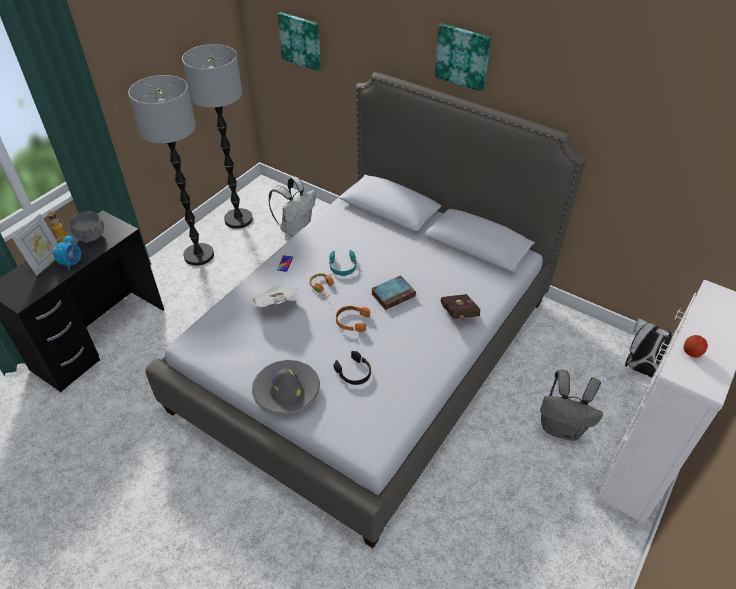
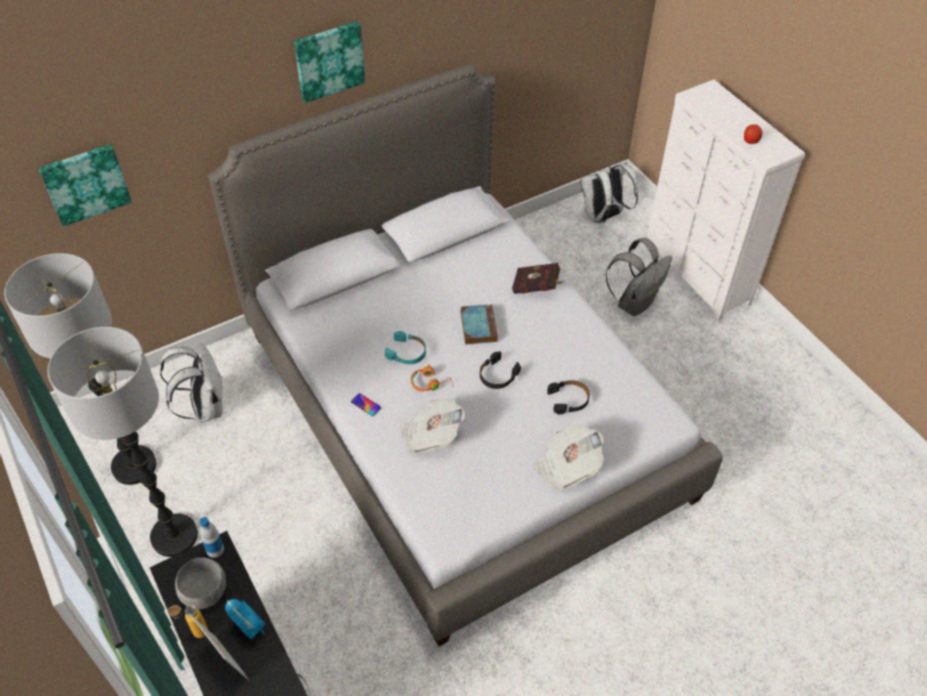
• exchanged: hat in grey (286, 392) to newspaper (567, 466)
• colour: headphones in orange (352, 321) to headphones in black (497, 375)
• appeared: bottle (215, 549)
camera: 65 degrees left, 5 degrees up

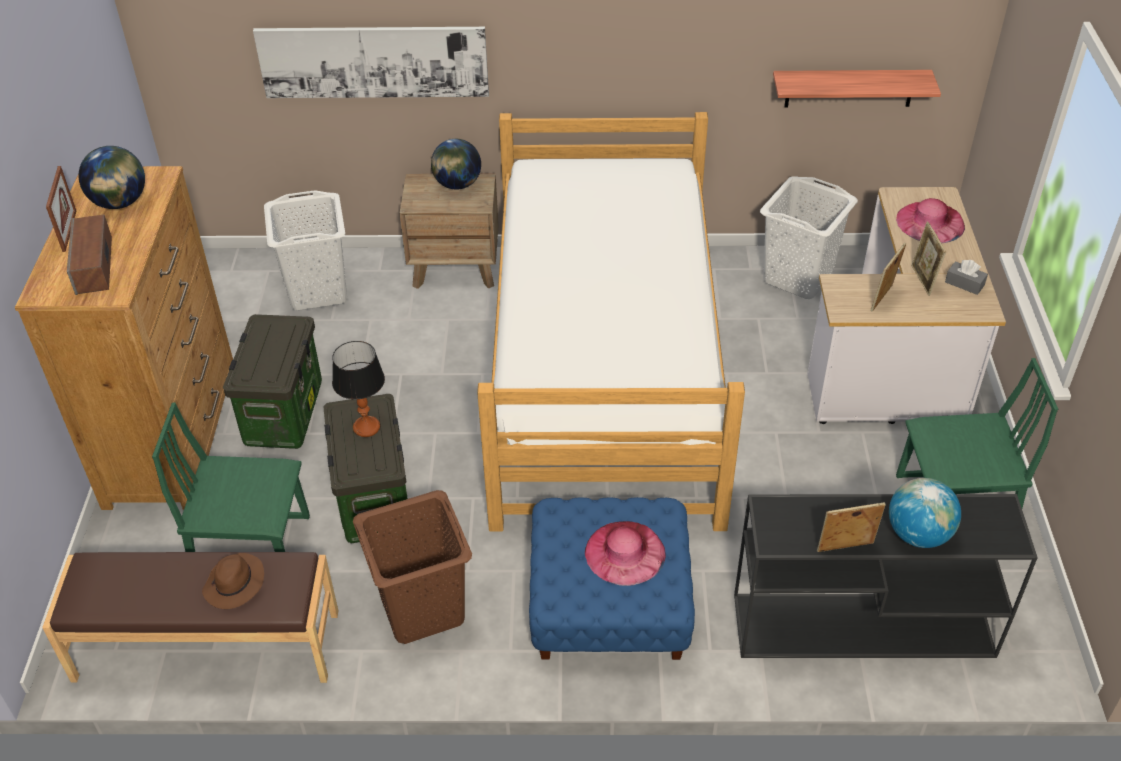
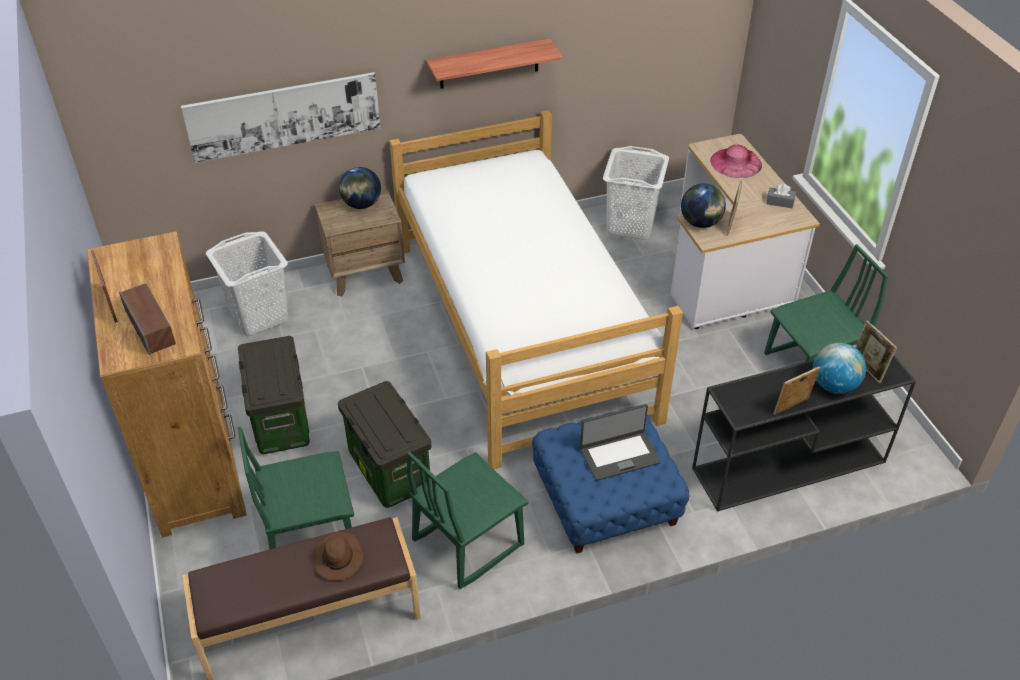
• relocated: globe (120, 203) to (700, 223)
• missing: table lamp (367, 427)
• exchanged: laundry basket in brown (421, 608) to chair in green (467, 542)
• exchanged: hat in pink (625, 552) to laptop (619, 455)
• relocated: shelf (849, 88) to (489, 64)
• relocated: picture frame (922, 280) to (867, 369)
camera: 20 degrees left, 0 degrees up

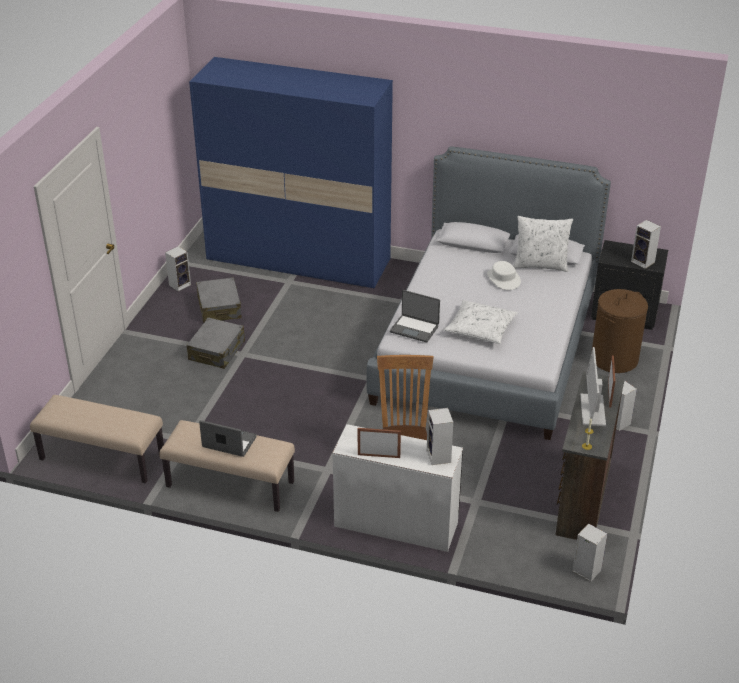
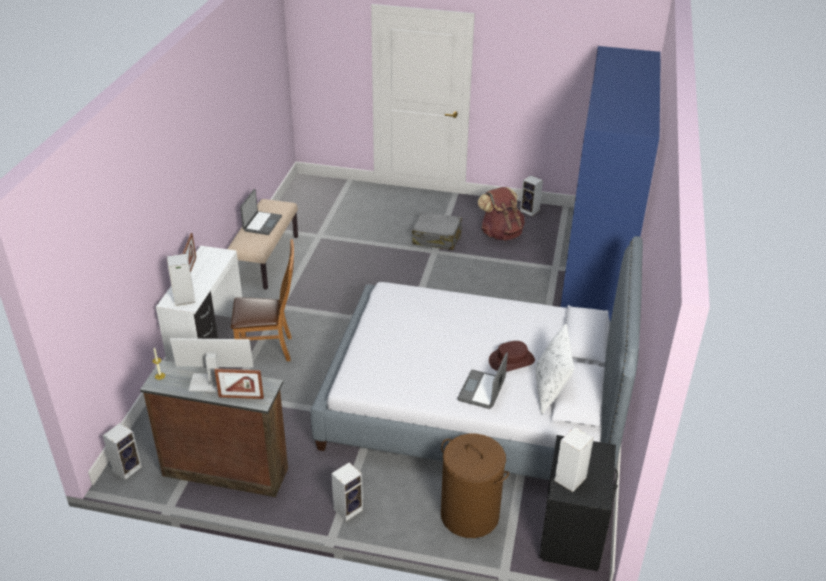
• missing: bench in beige (101, 458)
• exchanged: suitcase in grey (219, 307) to backpack in brown (501, 233)
• relocated: laptop (414, 328) to (482, 390)
• missing: pillow in white (480, 329)
• colour: hat in white (503, 279) to hat in brown (511, 360)
camera: 85 degrees right, 0 degrees up

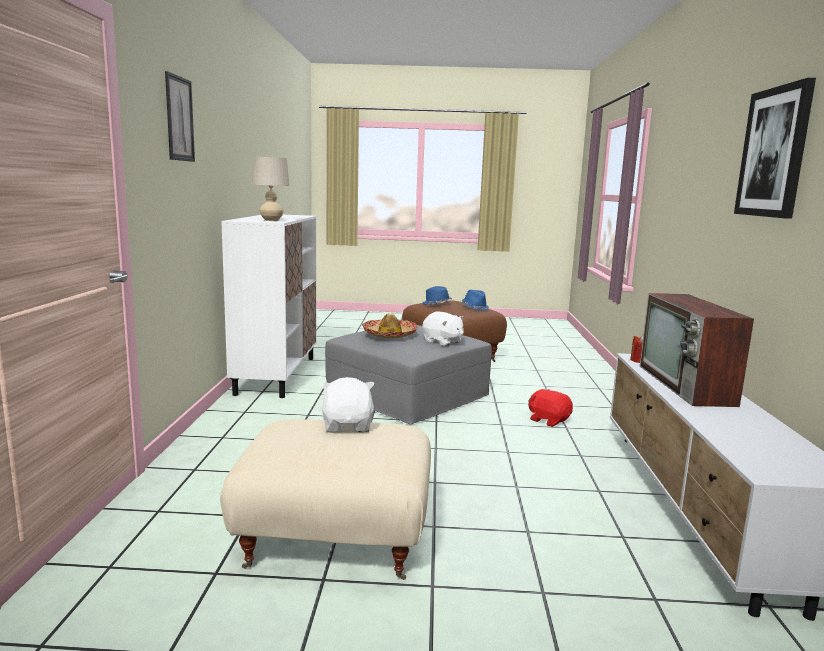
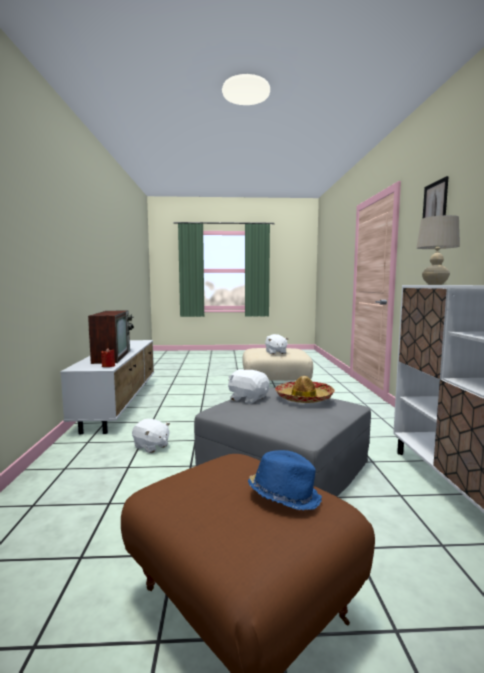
• missing: hat in blue (475, 307)
• colour: plush toy in red (548, 420) to plush toy in white (151, 446)
• missing: picture (774, 152)
camera: 175 degrees right, 5 degrees down

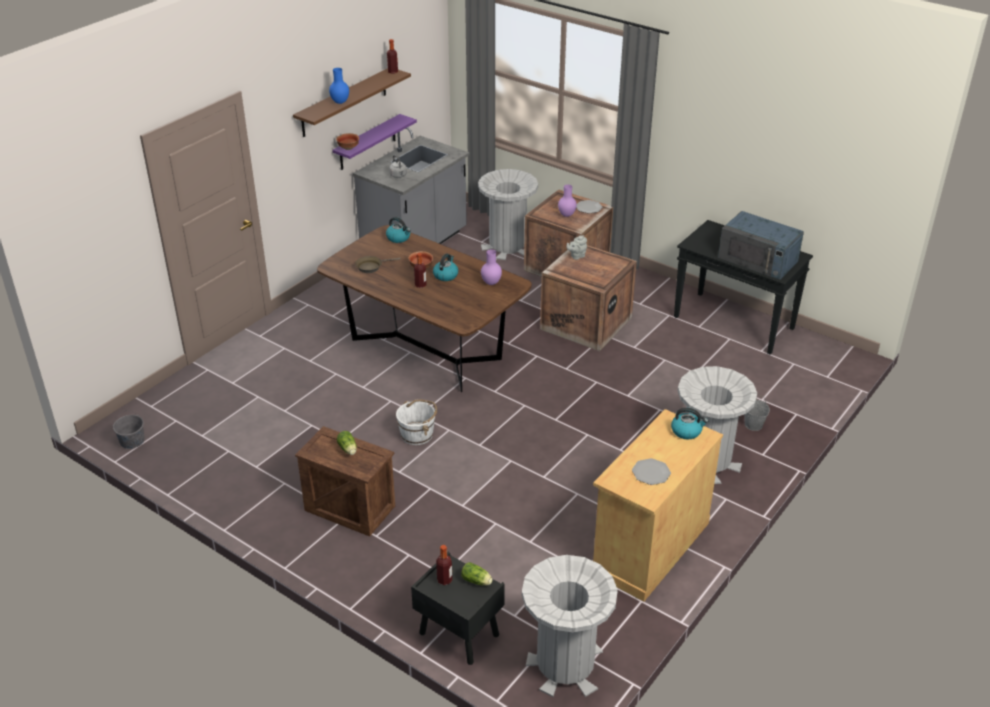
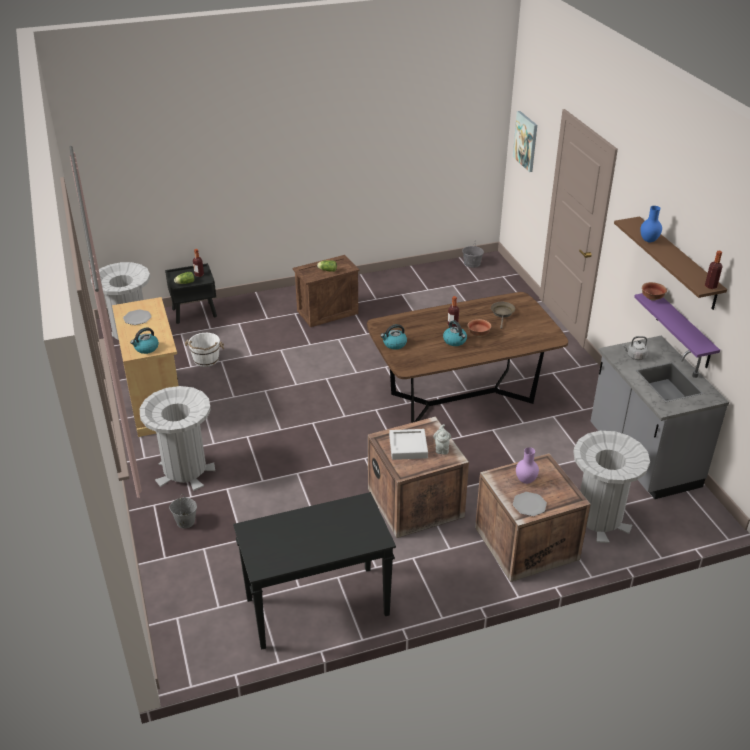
• relocated: kettle (398, 238) to (394, 344)
• relocated: bucket in white (417, 434) to (206, 359)
• missing: vase in purple (491, 283)
• missing: microwave in blue (758, 259)
• appeared: tray in grey (408, 447)
• appeared: picture (526, 141)
camera: 125 degrees right, 0 degrees up

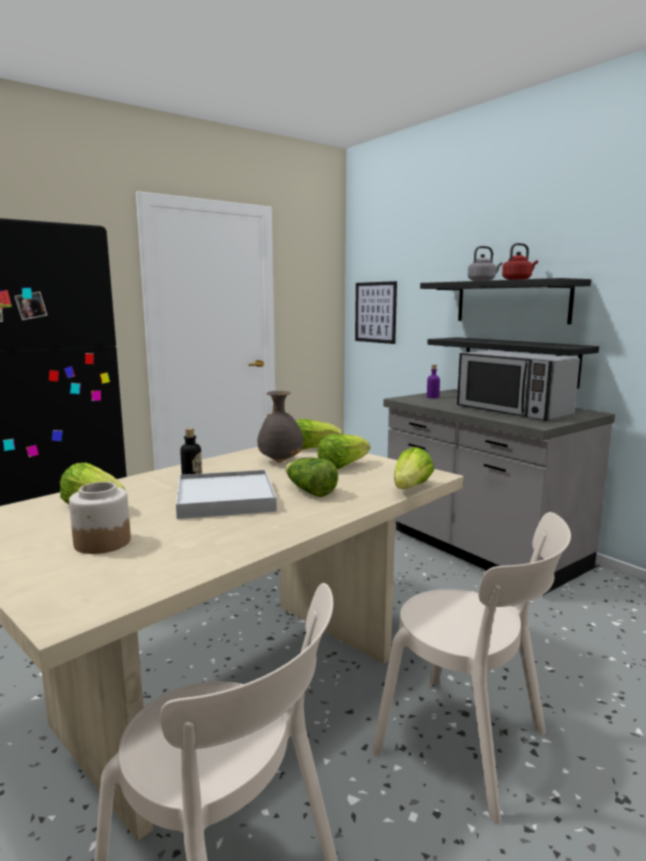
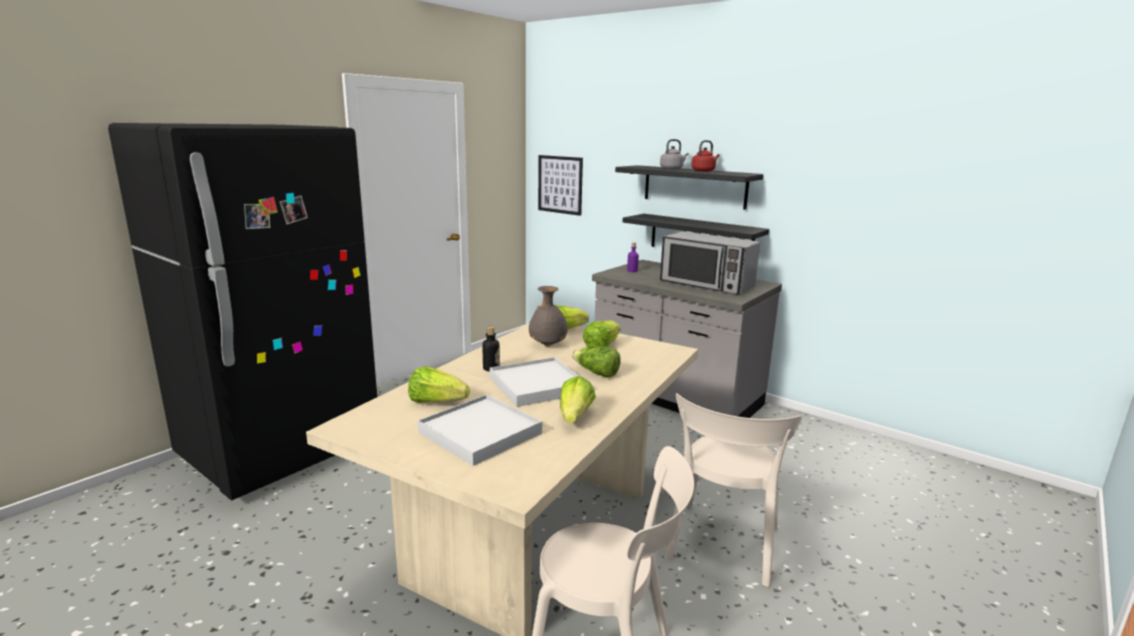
• exchanged: jar (102, 542) to tray in white (480, 433)
• spun: chair in beige (469, 746) = (722, 547) 90 degrees clockwise
• relocated: lettuce (410, 488) to (575, 416)
camera: 15 degrees left, 5 degrees up

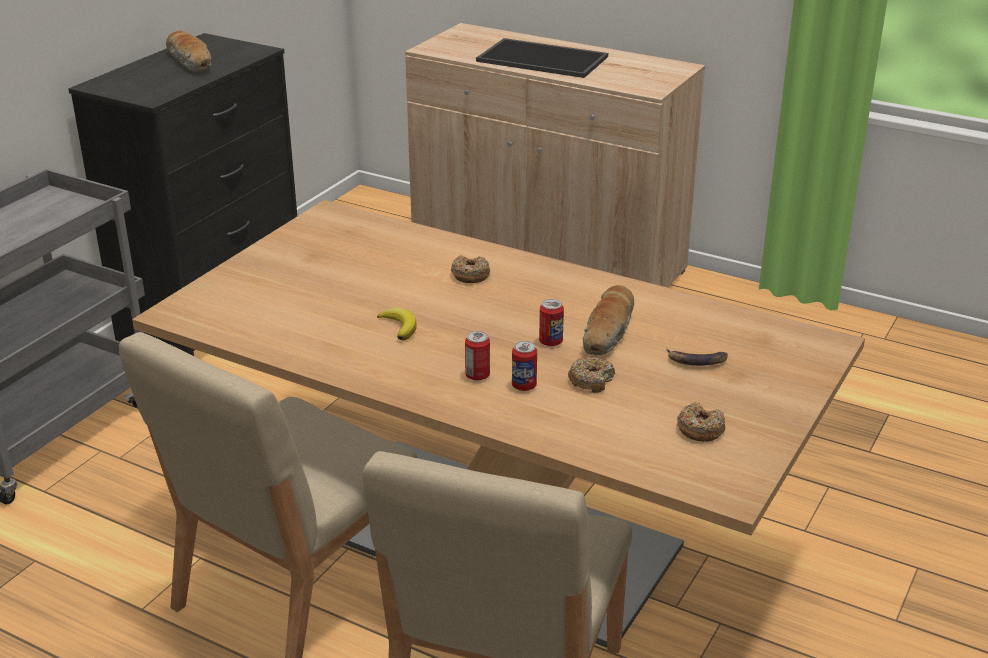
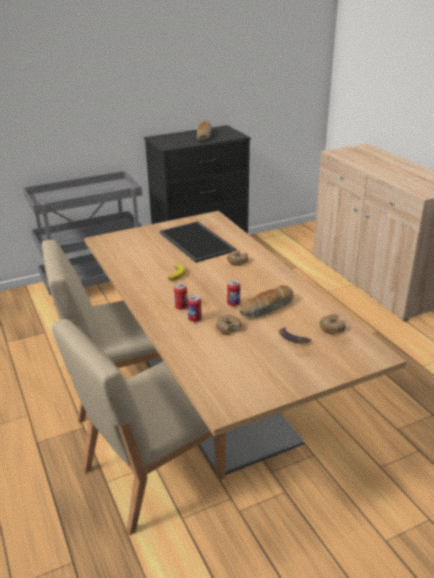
• relocated: tray (544, 58) to (198, 241)
• relocated: donut (700, 429) to (332, 328)
camera: 35 degrees right, 0 degrees up

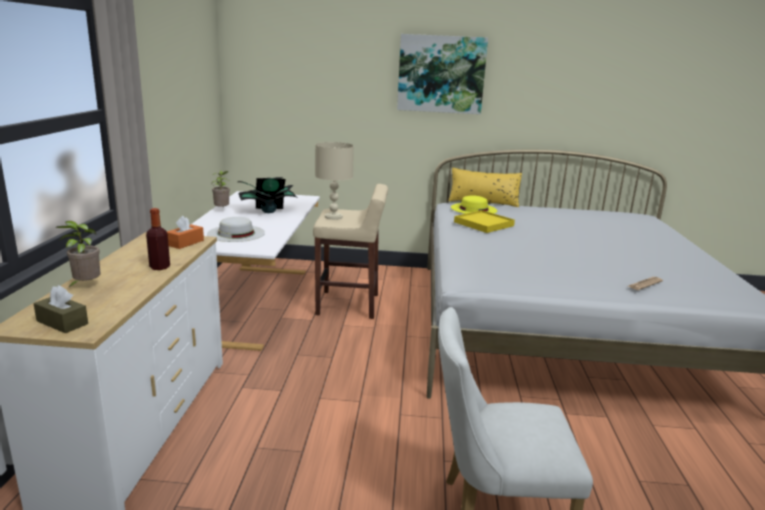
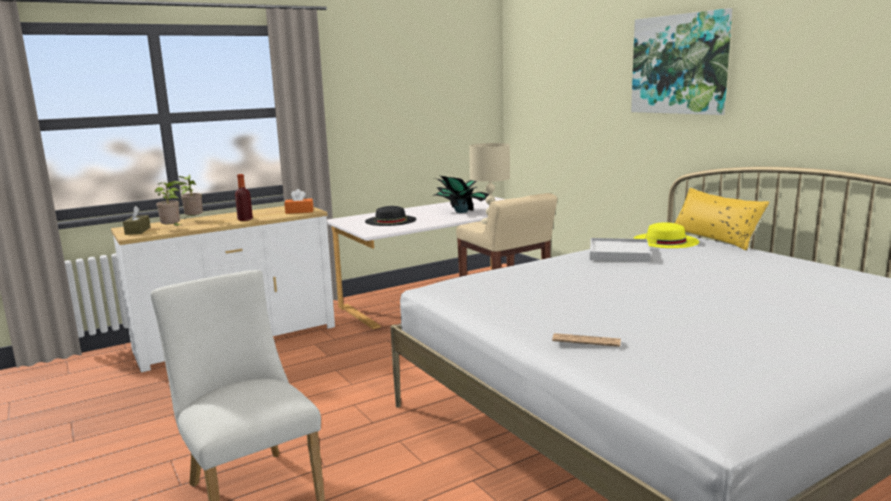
• colour: hat in white (236, 233) to hat in black (390, 220)
• relocated: potted plant (222, 210) to (173, 229)
• colour: tray in yellow (484, 224) to tray in white (619, 253)
camera: 55 degrees right, 5 degrees down

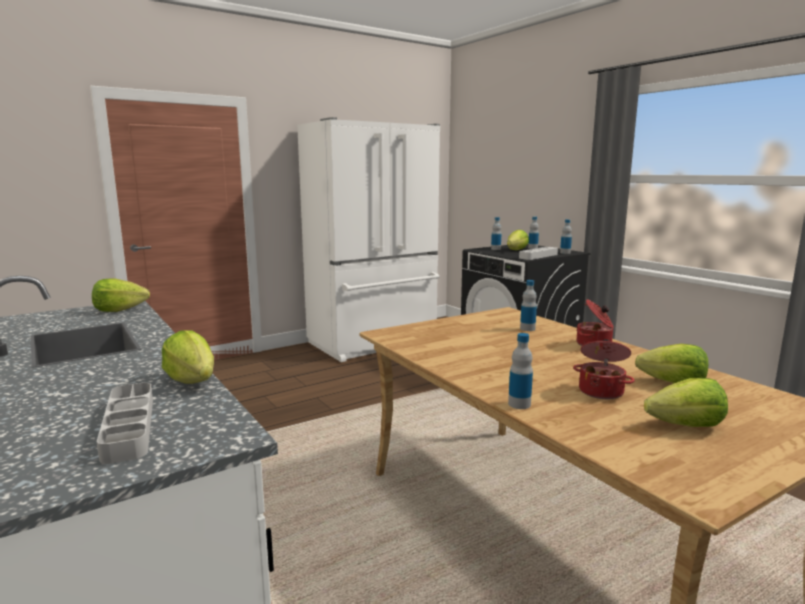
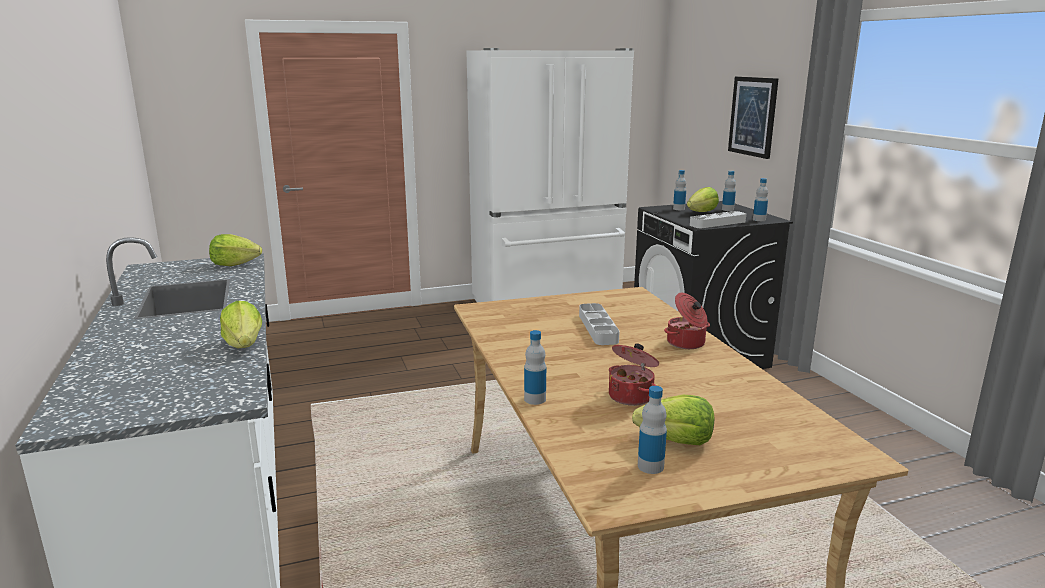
• relocated: tray in grey (129, 427) to (598, 328)
• relocated: bottle (527, 329) to (650, 466)
• missing: lettuce (673, 383)
• appeared: picture (753, 116)
camera: 15 degrees right, 5 degrees up

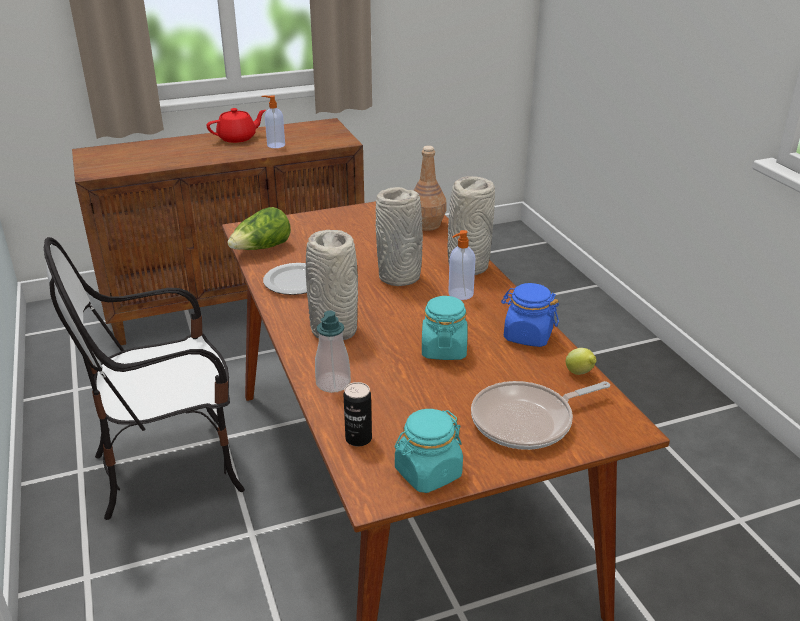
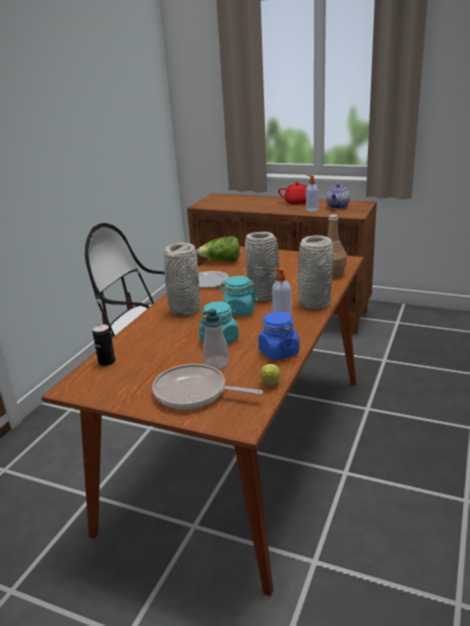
• relocated: soap dispenser (333, 383) to (216, 363)
• relocated: jar in turquoise (428, 473) to (239, 311)
• appeared: teapot (338, 207)
camera: 45 degrees right, 5 degrees down

